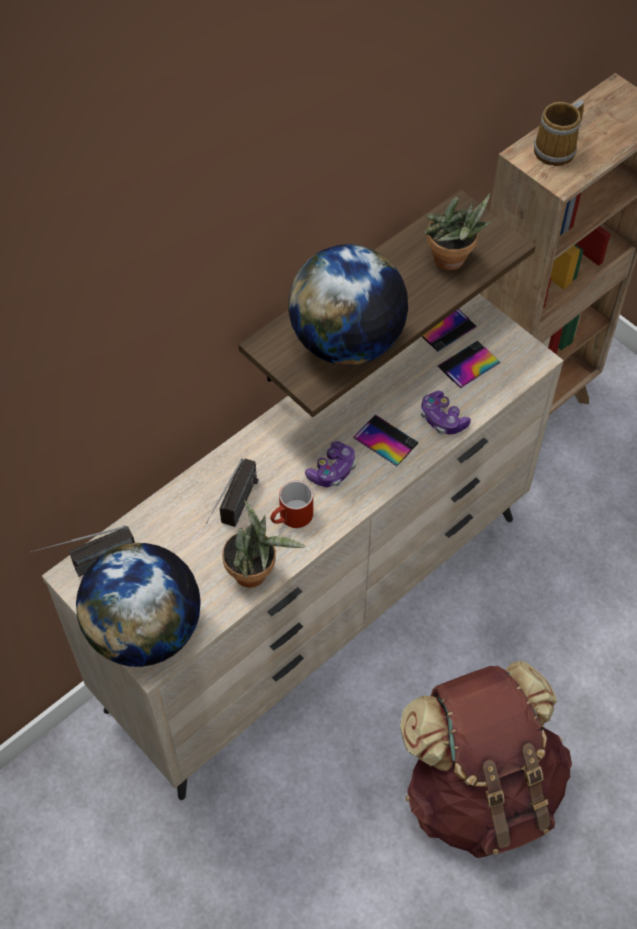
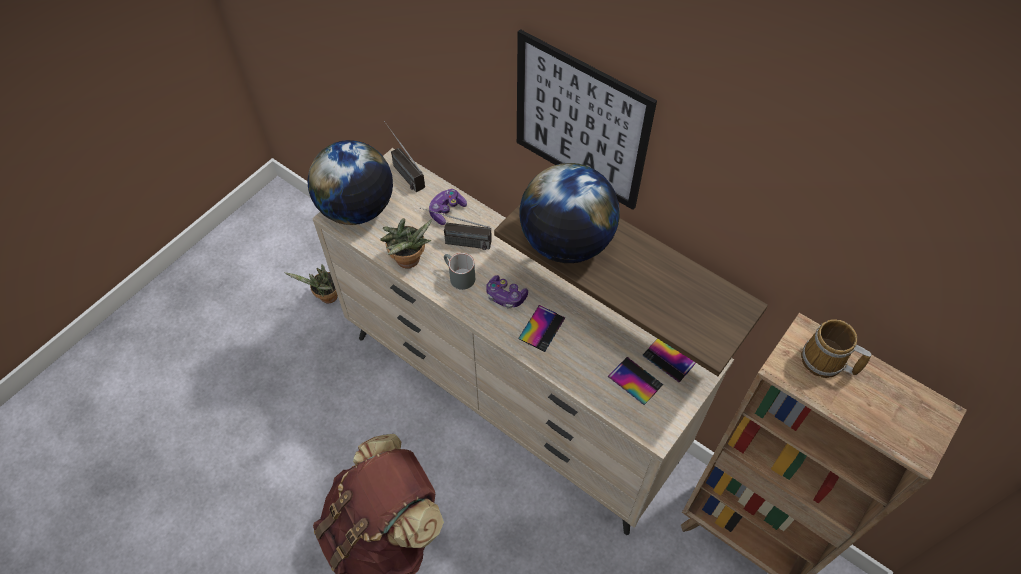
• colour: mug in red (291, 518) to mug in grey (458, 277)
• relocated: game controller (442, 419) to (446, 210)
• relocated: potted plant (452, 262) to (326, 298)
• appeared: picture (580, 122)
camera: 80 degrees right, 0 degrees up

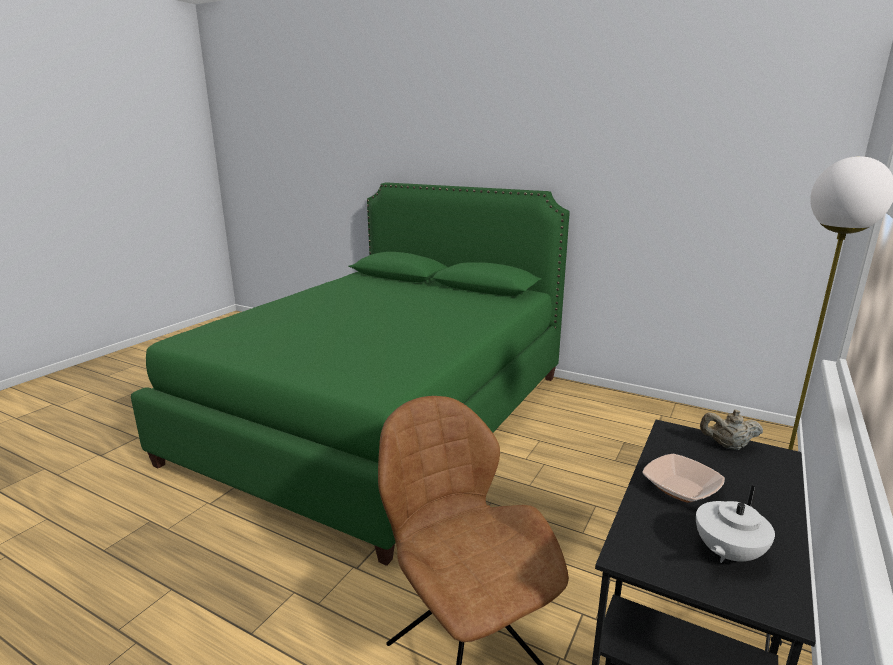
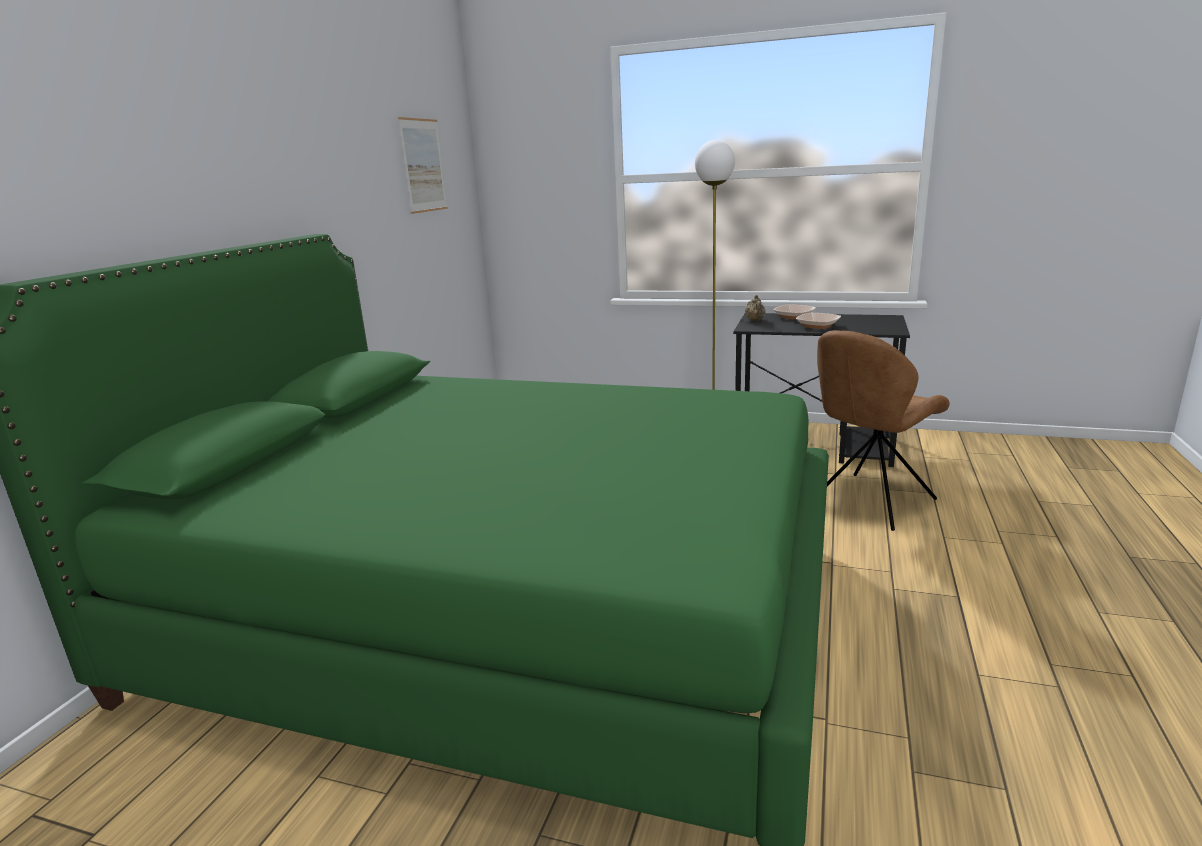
• missing: teapot in white (726, 553)
• appeared: picture (423, 165)
• appeared: bowl (794, 317)
camera: 100 degrees left, 0 degrees up

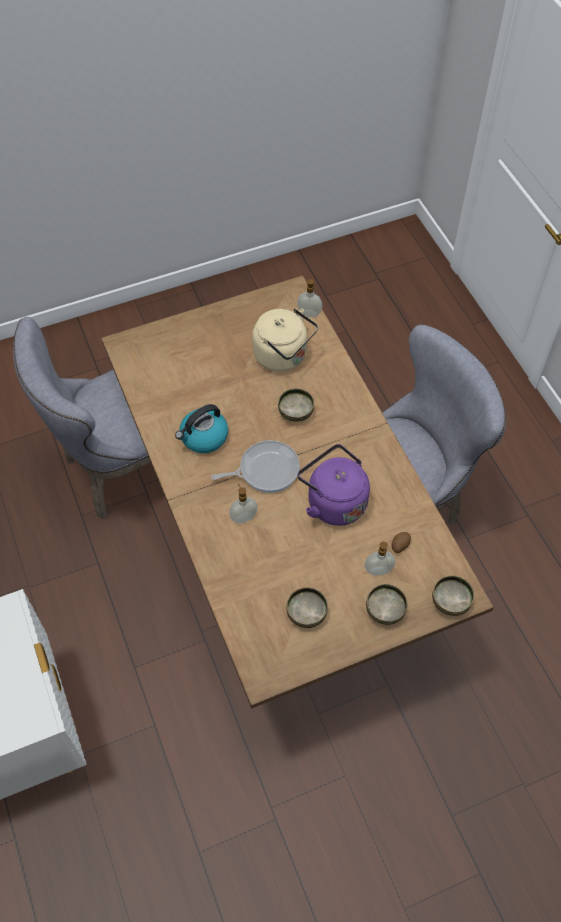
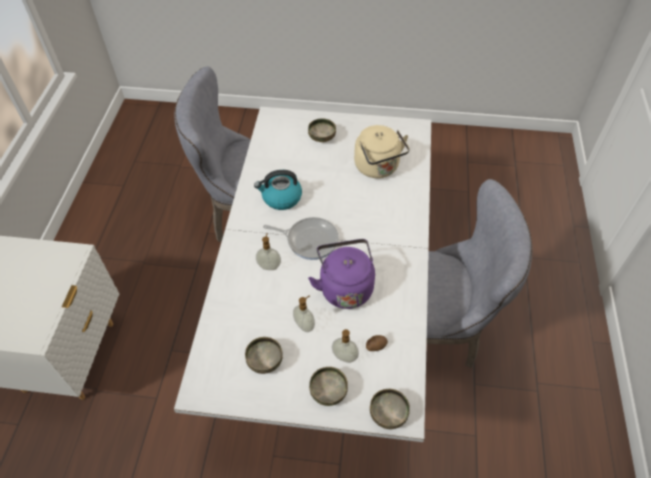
• colour: dining table in brown (279, 542) to dining table in white (326, 315)
• relocated: bowl (295, 412) to (322, 137)
• relocated: soap dispenser (309, 313) to (304, 325)
camera: 30 degrees right, 5 degrees down

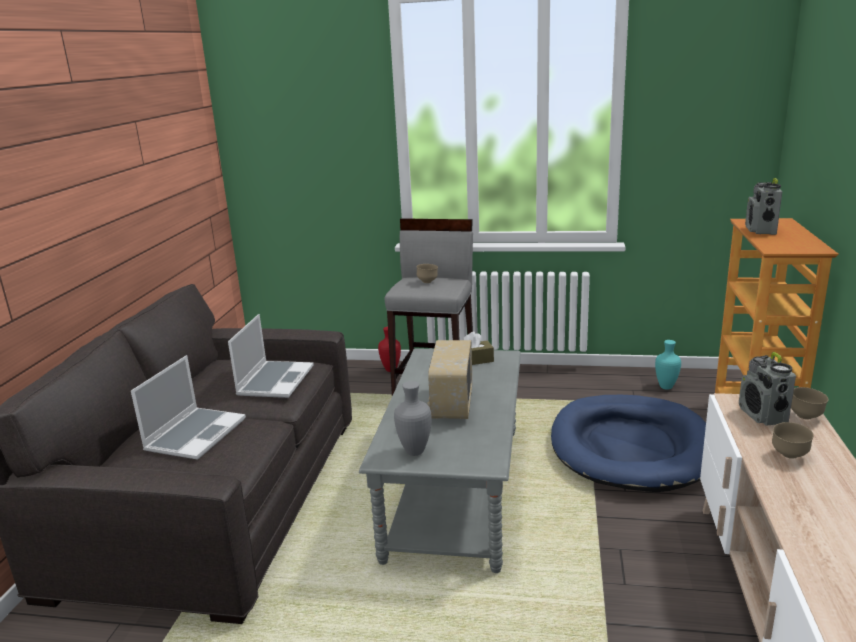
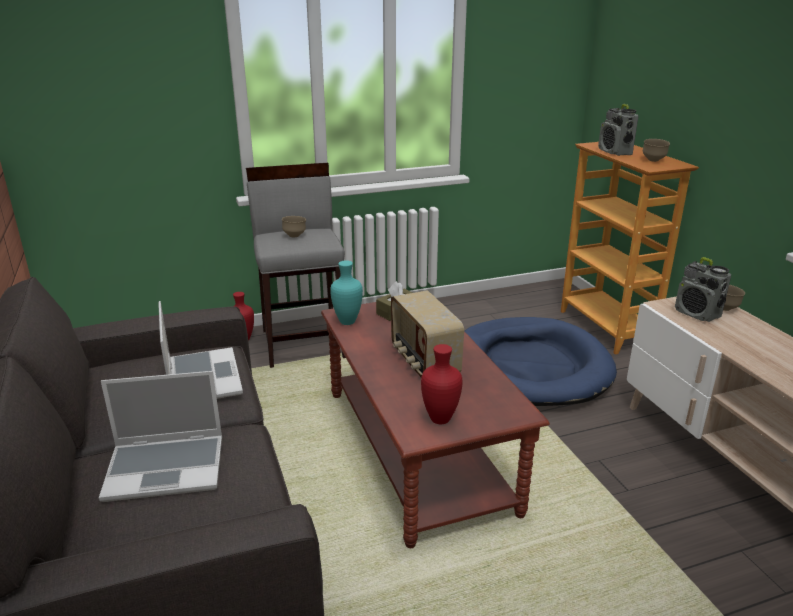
• spun: laptop (195, 434) = (167, 468) 90 degrees clockwise
• colour: coffee table in grey (455, 490) to coffee table in brown (417, 448)
• colour: vase in grey (415, 452) to vase in red (441, 420)
• relocated: vase in turquoise (666, 387) to (348, 322)
• relocated: bowl in brown (789, 455) to (653, 160)
camera: 30 degrees left, 5 degrees up

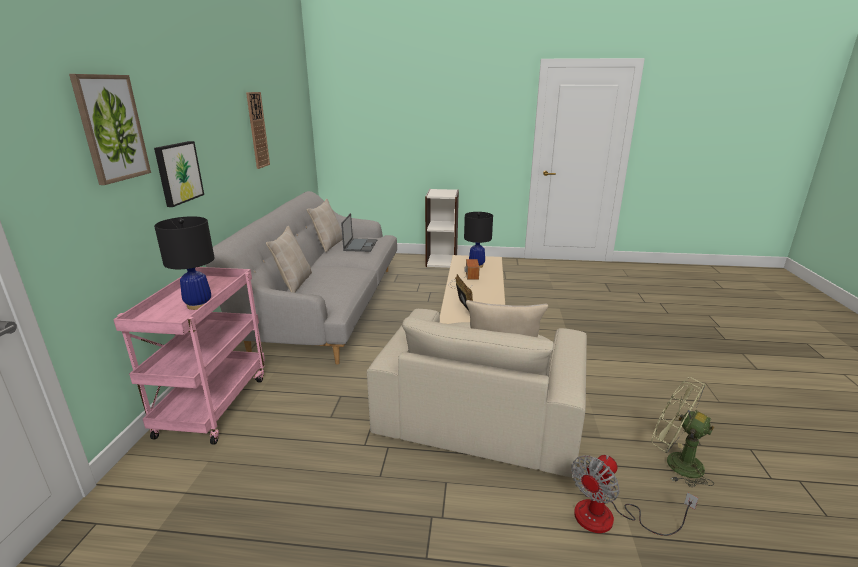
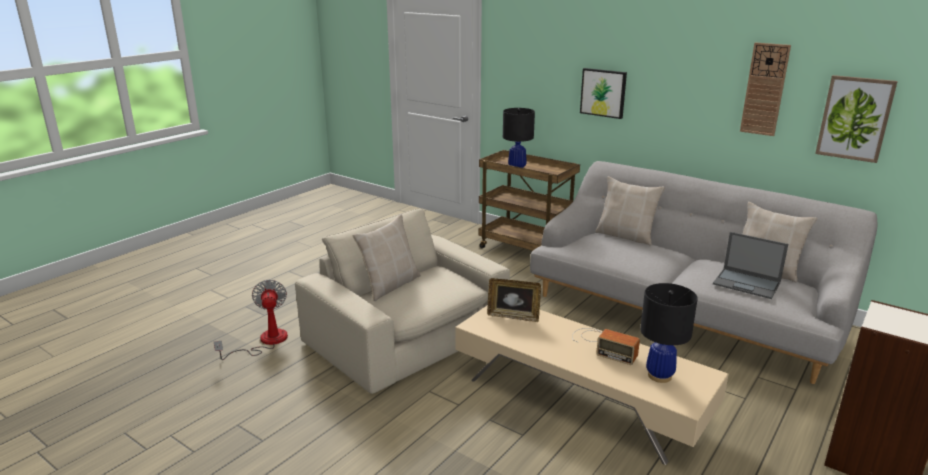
• relocated: picture (111, 128) to (855, 118)
• colour: cart in pink (213, 404) to cart in brown (526, 249)
• missing: fan in green (675, 462)
camera: 120 degrees right, 0 degrees up

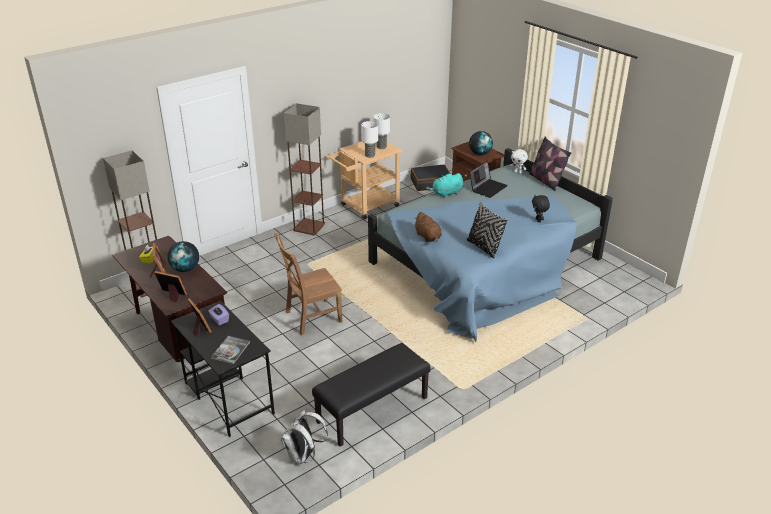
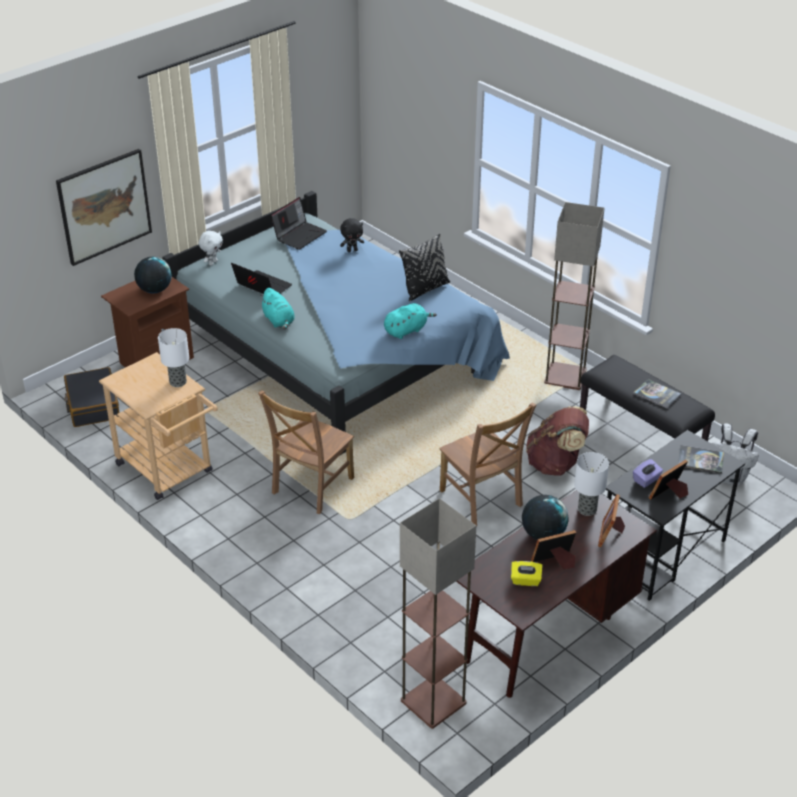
• relocated: floor lamp (308, 227) to (564, 377)
• relocated: table lamp (381, 147) to (587, 509)
• colour: plush toy in brown (428, 237) to plush toy in turquoise (407, 330)
• missing: pillow (545, 181)
• appeared: picture (104, 206)
• appeared: chair in brown (311, 487)
• appeared: laptop (299, 235)
• appeared: backpack in brown (555, 464)
• appeared: book (657, 394)
camera: 95 degrees left, 5 degrees up

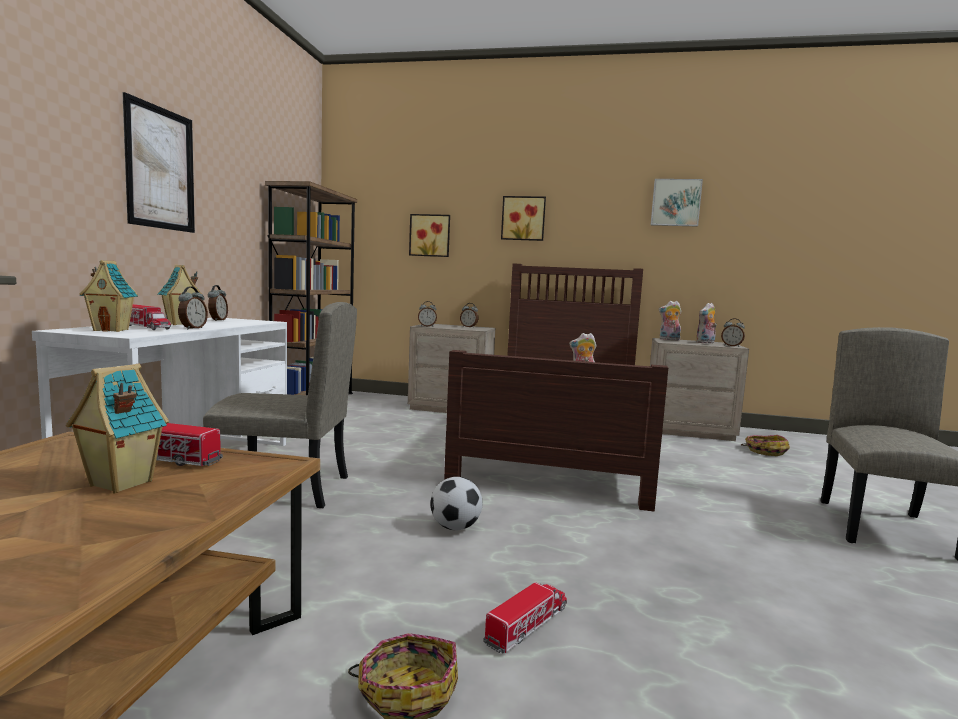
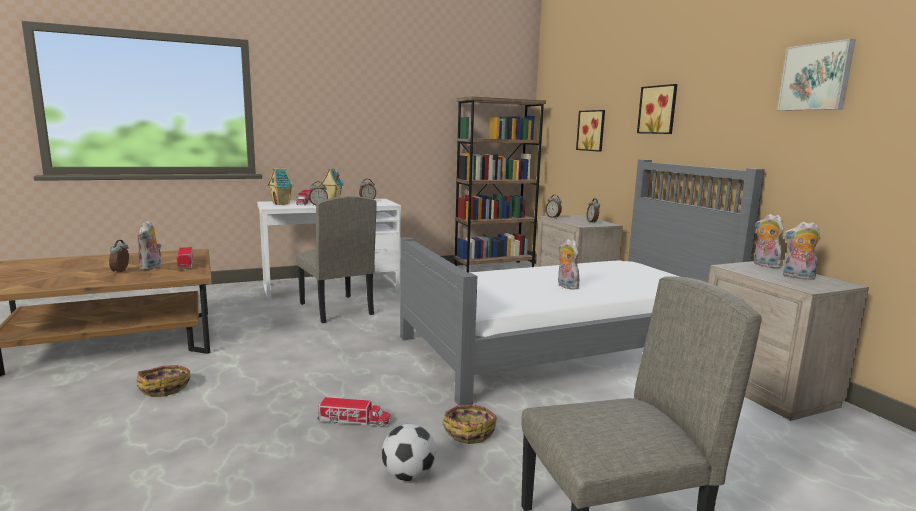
• exchanged: toy house (119, 484) to plush toy (151, 268)
• missing: picture (160, 168)
• relocated: football (455, 527) to (408, 475)
• colour: bed in brown (558, 442) to bed in grey (566, 345)
• relocated: toy truck (527, 625) to (354, 421)
• relocated: alarm clock (731, 346) to (121, 271)
• relocated: basket (764, 451) to (469, 431)
camera: 55 degrees right, 5 degrees up

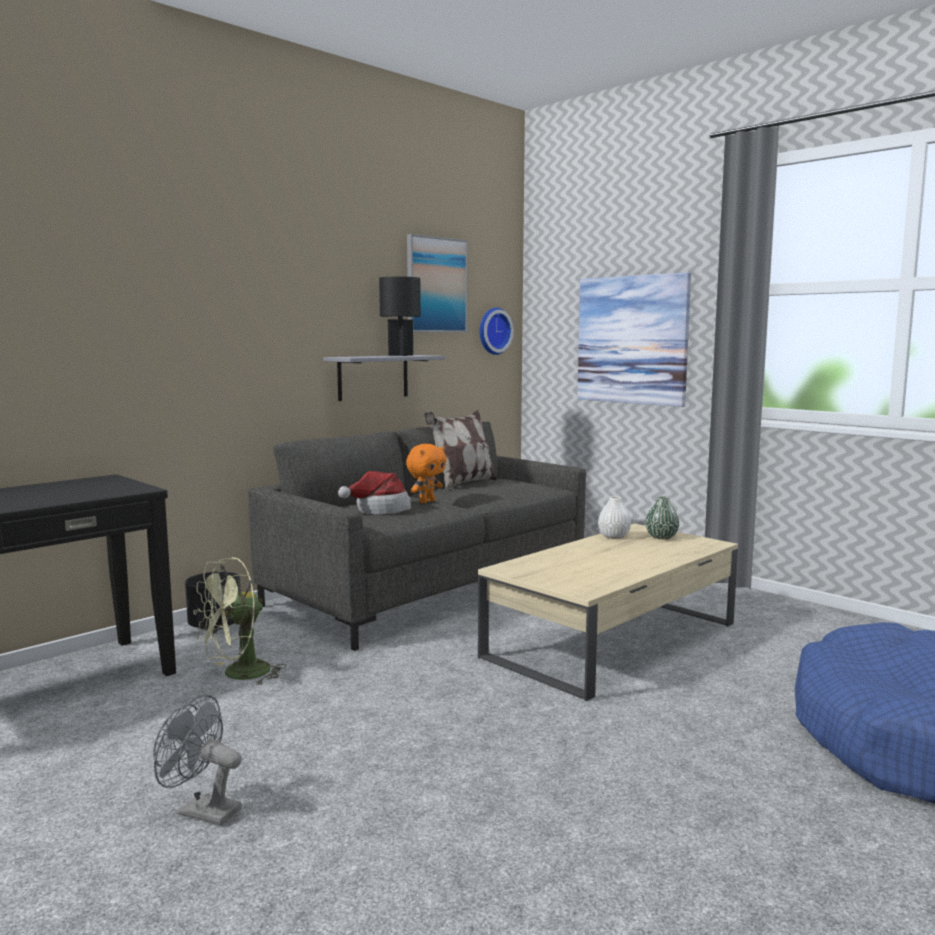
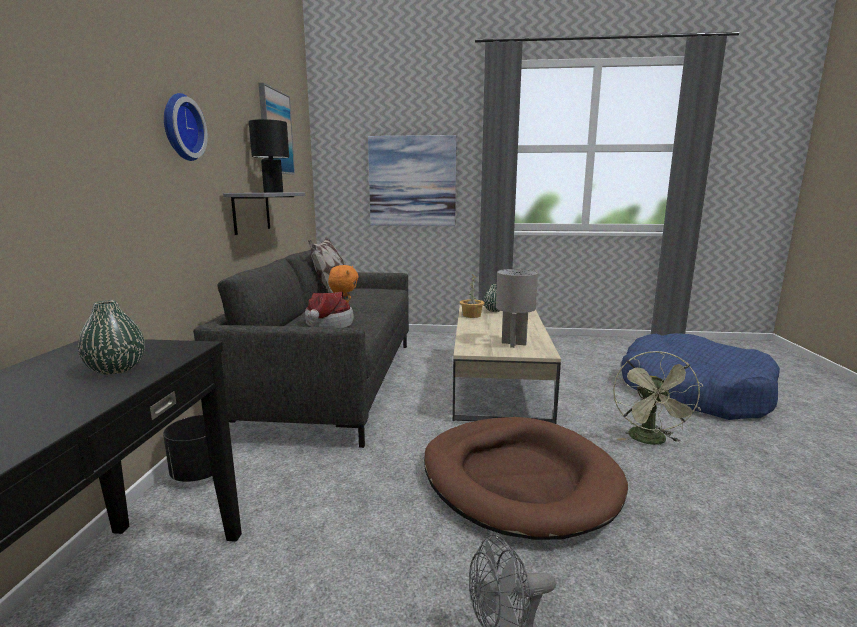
• relocated: fan in green (238, 675) to (650, 441)
• relocated: wall clock (493, 331) to (180, 127)
• exchanged: vase in white (614, 537) to potted plant (471, 315)
• appeared: vase in green (116, 369)
• appeared: dog bed in brown (518, 479)
• appeared: table lamp in grey (513, 343)
camera: 40 degrees left, 5 degrees up

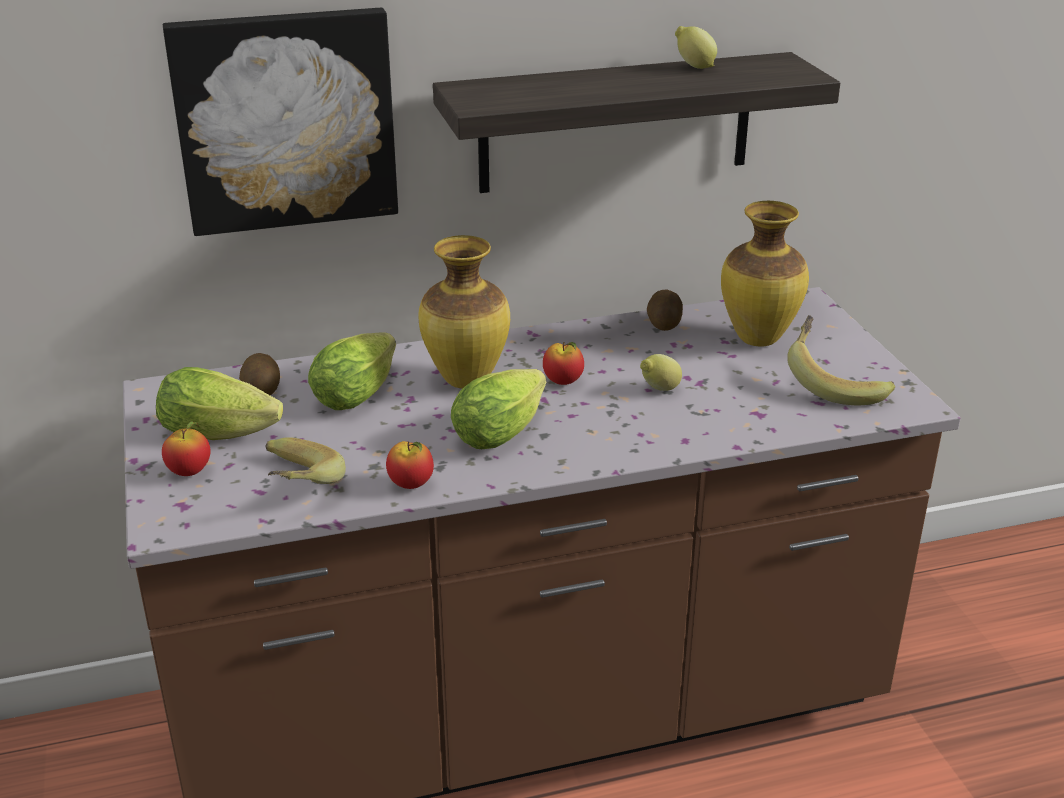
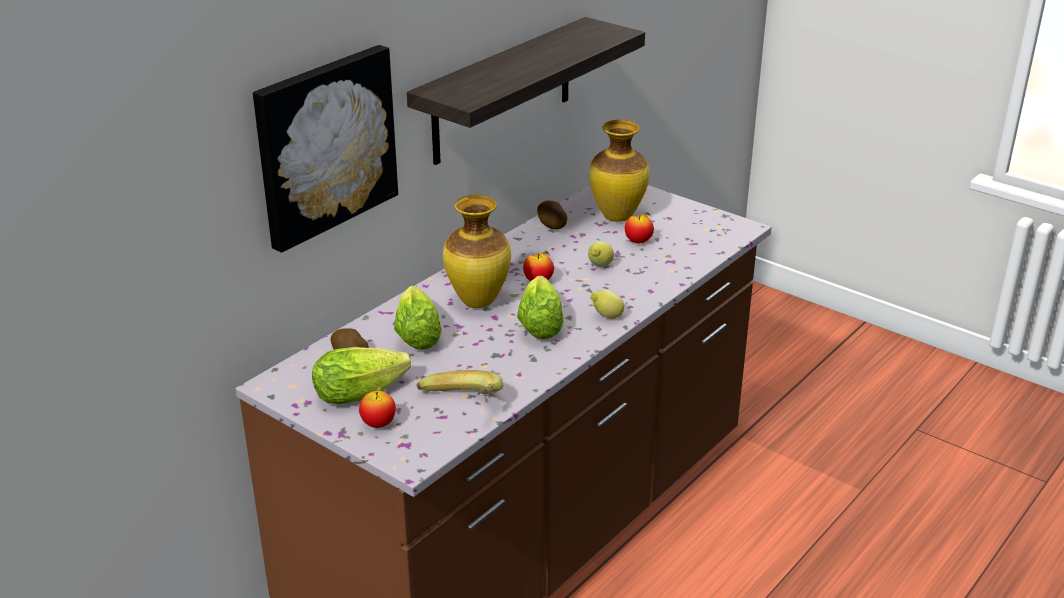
• relocated: apple (411, 485) to (638, 241)
• relocated: lemon (693, 67) to (606, 317)
• missing: banana (834, 383)
camera: 35 degrees left, 0 degrees up

